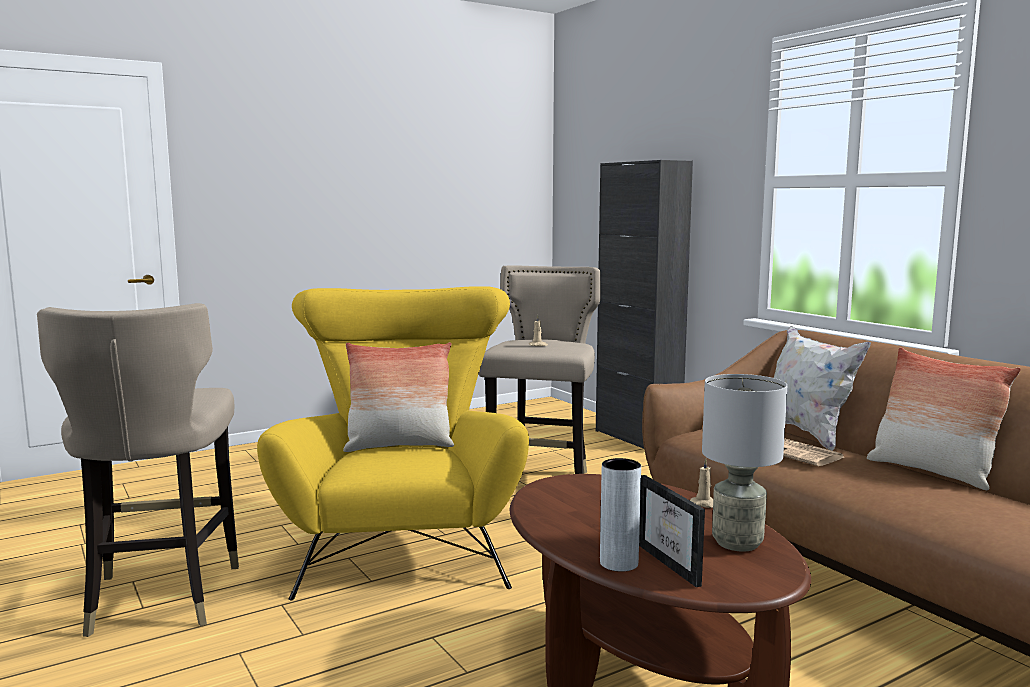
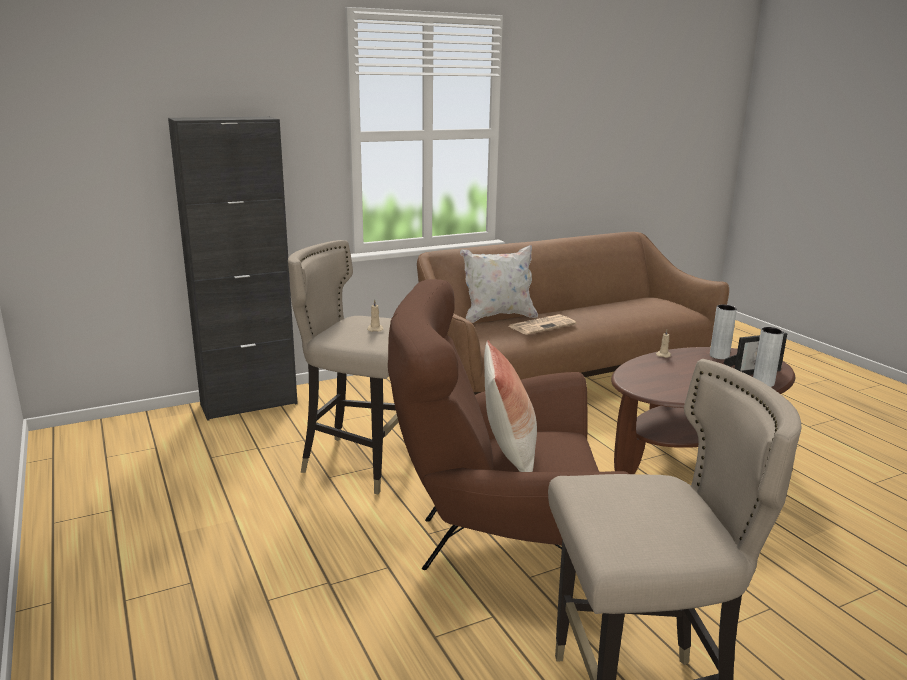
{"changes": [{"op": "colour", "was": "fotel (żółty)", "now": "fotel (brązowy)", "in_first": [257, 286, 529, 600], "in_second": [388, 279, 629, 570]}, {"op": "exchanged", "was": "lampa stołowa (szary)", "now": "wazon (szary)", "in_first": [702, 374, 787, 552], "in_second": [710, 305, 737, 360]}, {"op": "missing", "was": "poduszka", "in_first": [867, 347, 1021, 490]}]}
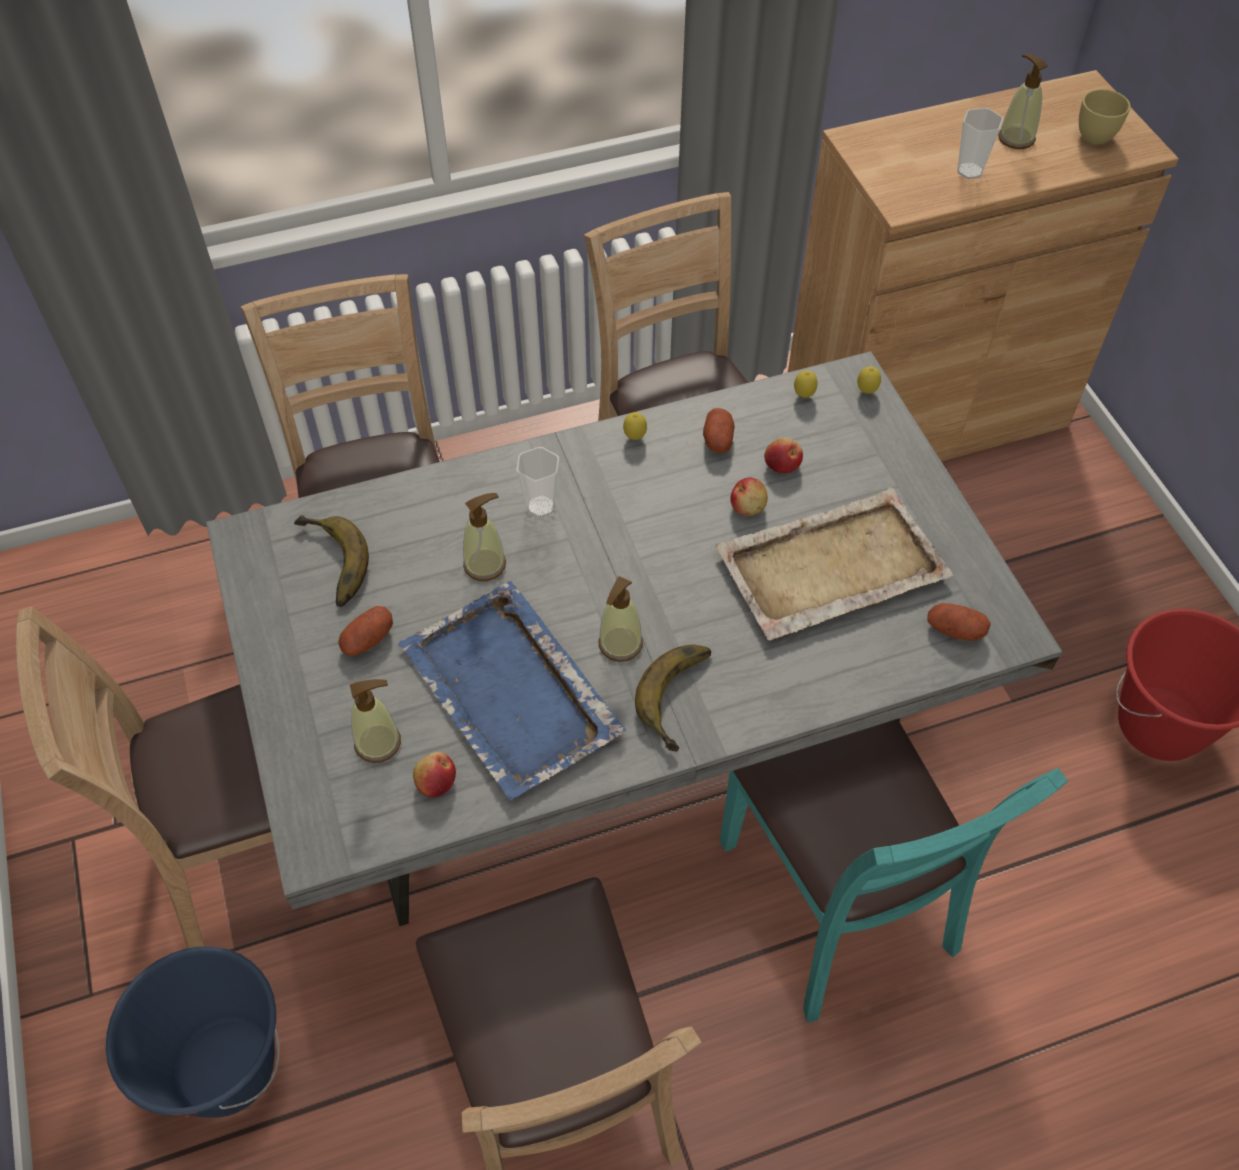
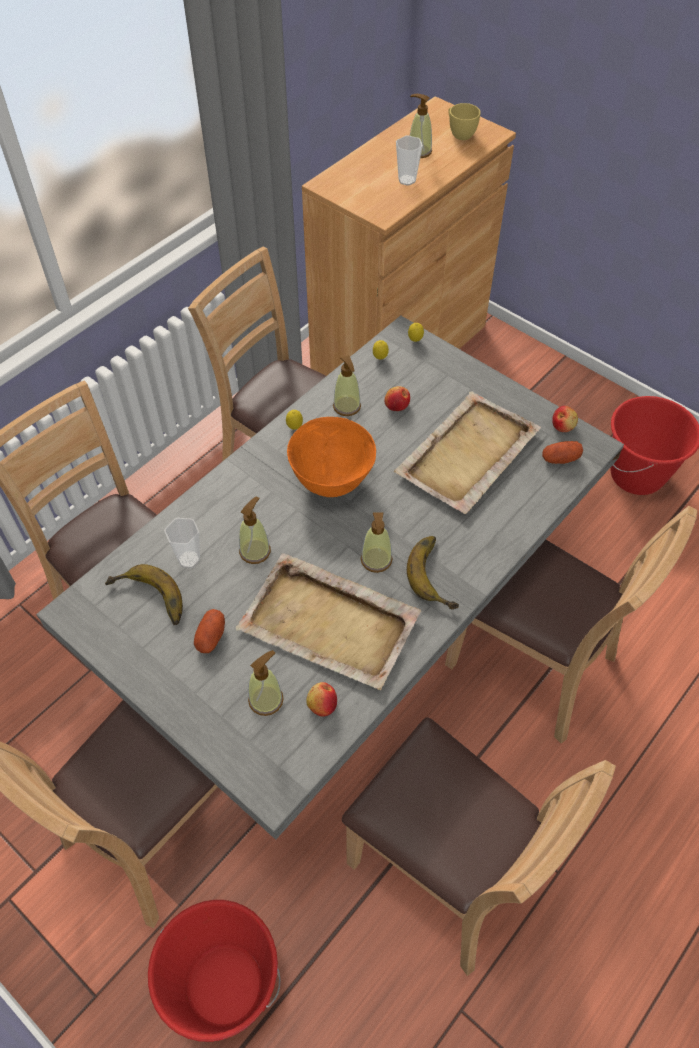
{"changes": [{"op": "colour", "was": "wiadro (niebieski)", "now": "wiadro (czerwony)", "in_first": [106, 946, 280, 1118], "in_second": [148, 900, 281, 1042]}, {"op": "colour", "was": "taca (niebieski)", "now": "taca (beżowy)", "in_first": [398, 581, 626, 800], "in_second": [236, 553, 421, 690]}, {"op": "relocated", "was": "filiżanka", "in_first": [516, 447, 559, 518], "in_second": [164, 518, 200, 568]}, {"op": "exchanged", "was": "ziemniak", "now": "dozownik mydła", "in_first": [703, 408, 735, 453], "in_second": [333, 355, 361, 416]}, {"op": "colour", "was": "krzesło (turkusowy)", "now": "krzesło (brązowy)", "in_first": [720, 719, 1068, 1022], "in_second": [445, 506, 698, 744]}, {"op": "relocated", "was": "jabłko", "in_first": [730, 478, 768, 516], "in_second": [552, 406, 578, 432]}, {"op": "appeared", "now": "miska (pomarańczowy)", "in_second": [287, 417, 376, 497]}]}
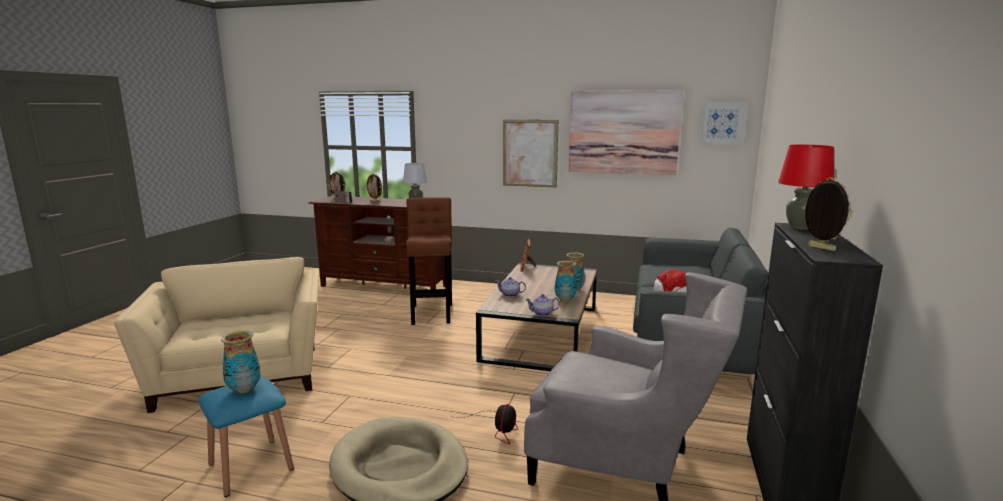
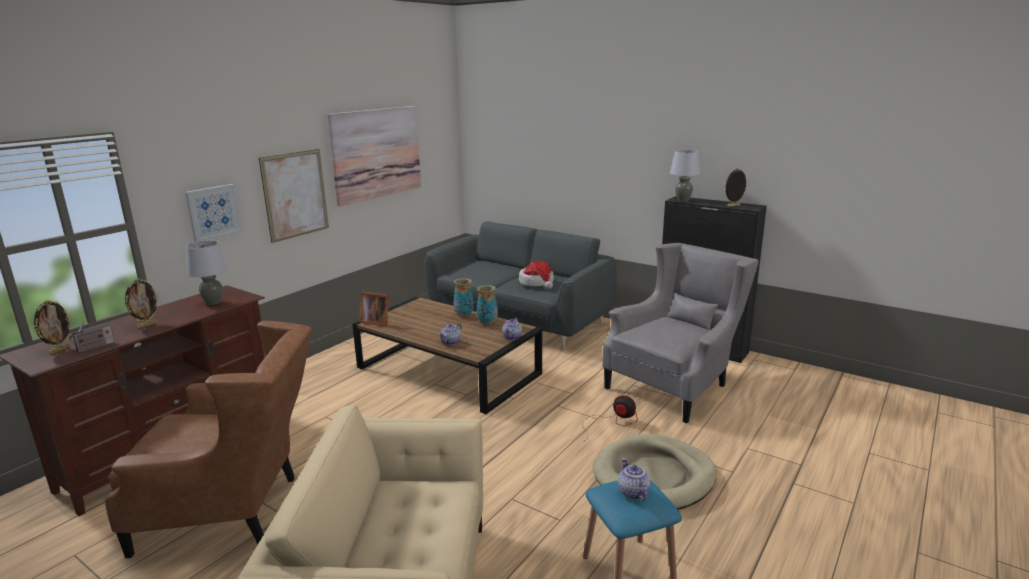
{"changes": [{"op": "exchanged", "was": "wazon", "now": "imbryk", "in_first": [221, 330, 260, 393], "in_second": [617, 458, 650, 501]}, {"op": "missing", "was": "stołek (brązowy)", "in_first": [406, 197, 452, 325]}, {"op": "relocated", "was": "obraz", "in_first": [700, 103, 746, 144], "in_second": [185, 184, 242, 242]}, {"op": "colour", "was": "lampa stołowa (czerwony)", "now": "lampa stołowa (szary)", "in_first": [778, 145, 834, 230], "in_second": [670, 150, 700, 201]}, {"op": "appeared", "now": "fotel (brązowy)", "in_second": [105, 321, 312, 558]}]}
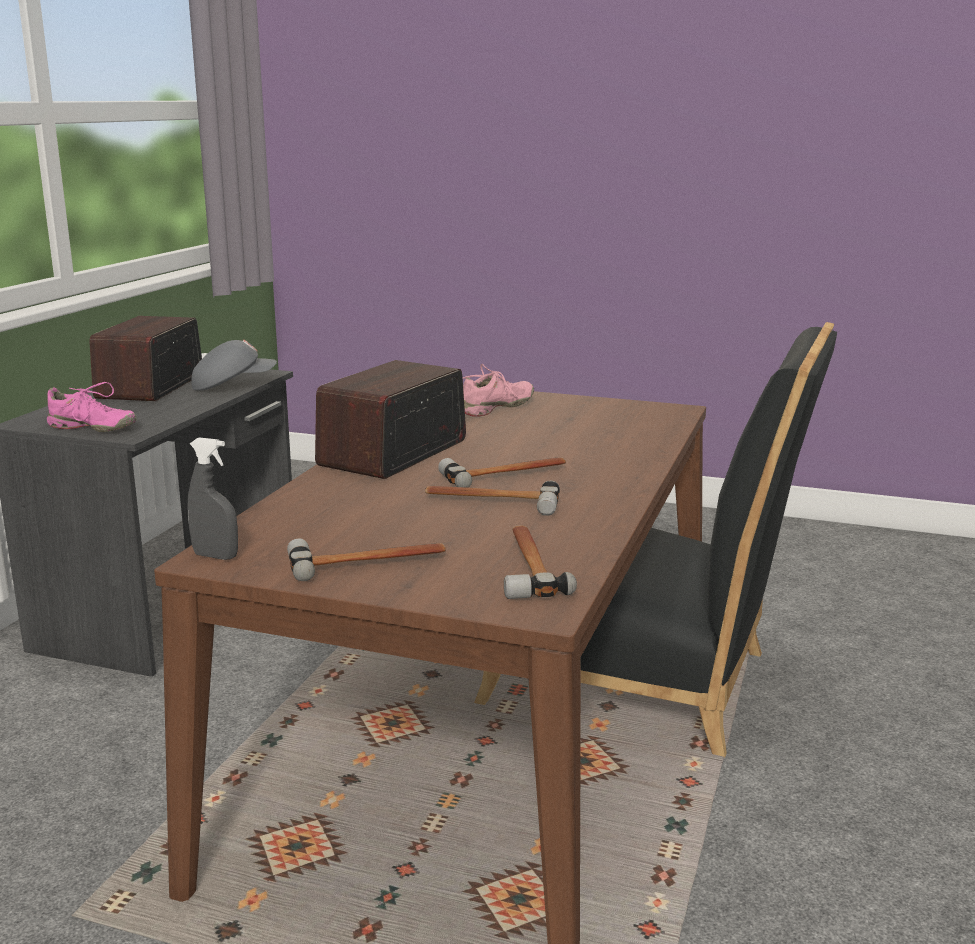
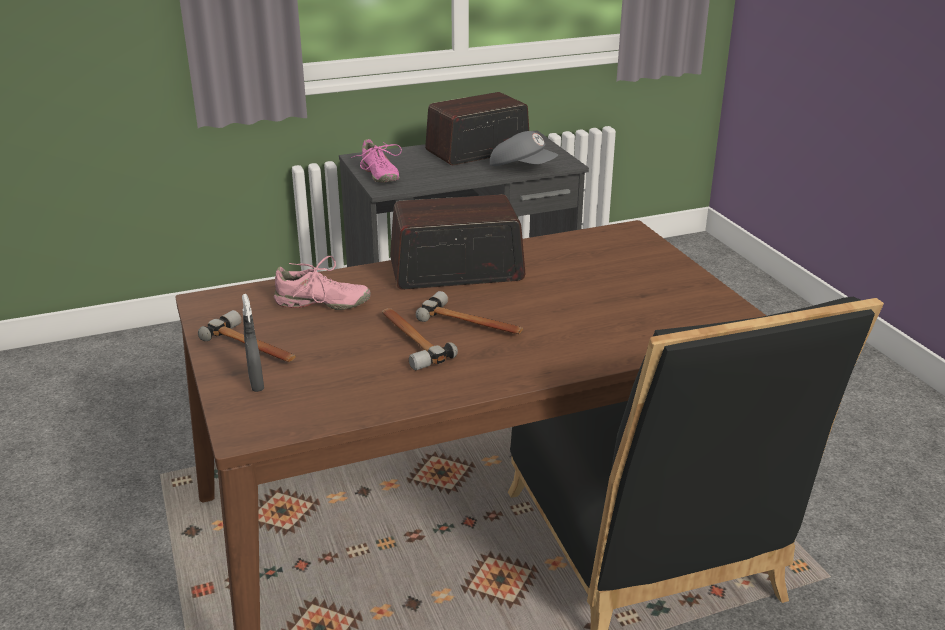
{"changes": [{"op": "relocated", "was": "spryskiwacz (szary)", "in_first": [187, 437, 238, 560], "in_second": [242, 294, 264, 392]}, {"op": "relocated", "was": "but (różowy)", "in_first": [463, 364, 534, 417], "in_second": [274, 256, 371, 310]}, {"op": "missing", "was": "młotek", "in_first": [504, 525, 577, 599]}]}
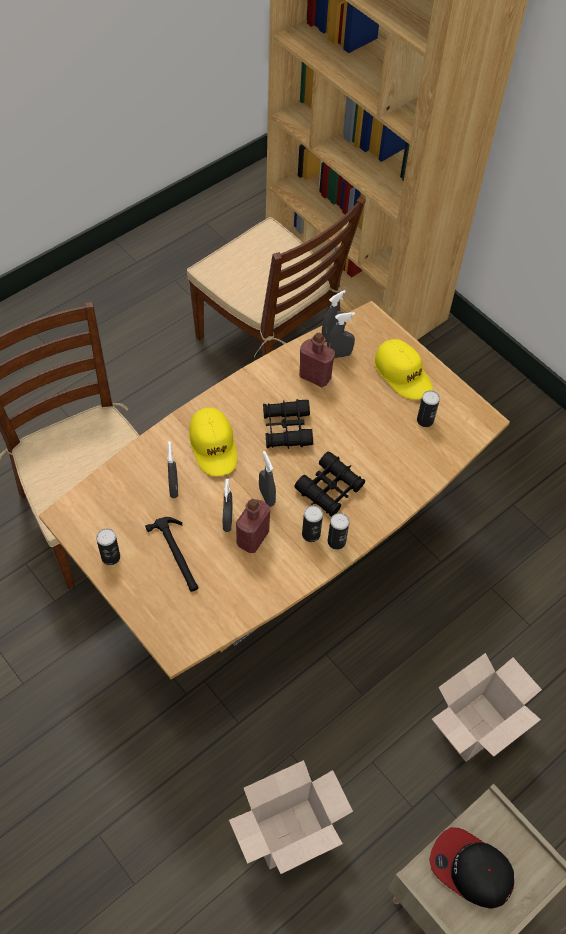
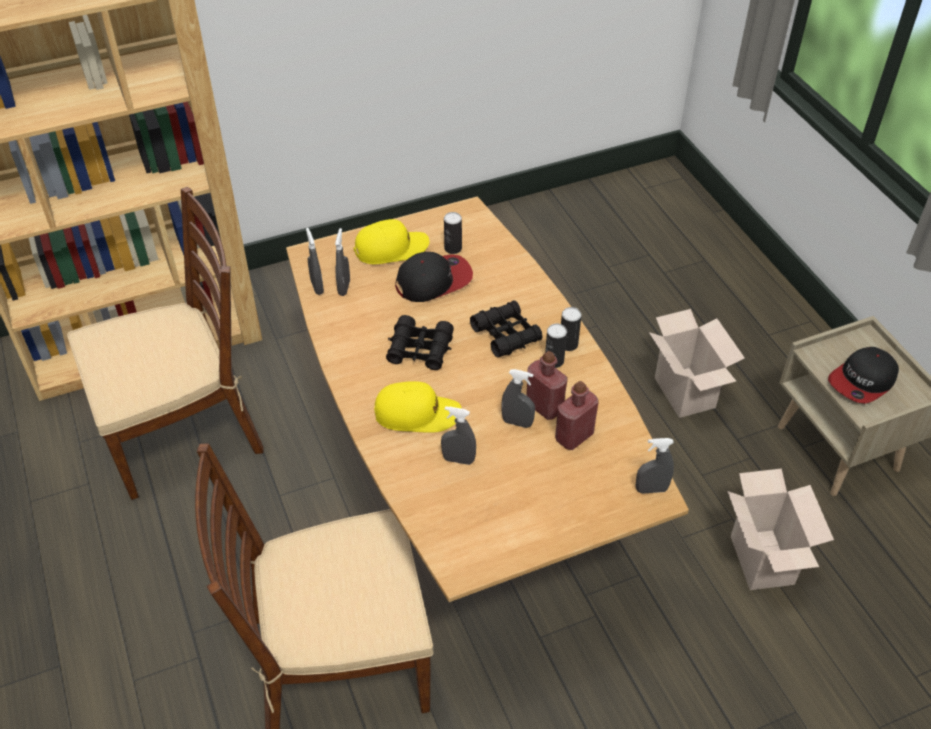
{"changes": [{"op": "missing", "was": "puszka", "in_first": [96, 529, 120, 565]}, {"op": "missing", "was": "młotek", "in_first": [145, 517, 199, 592]}, {"op": "relocated", "was": "spryskiwacz (szary)", "in_first": [259, 451, 276, 507], "in_second": [636, 438, 674, 494]}, {"op": "relocated", "was": "butelka (czerwony)", "in_first": [299, 333, 335, 387], "in_second": [555, 381, 598, 450]}, {"op": "appeared", "now": "czapka z daszkiem", "in_second": [395, 252, 473, 302]}]}
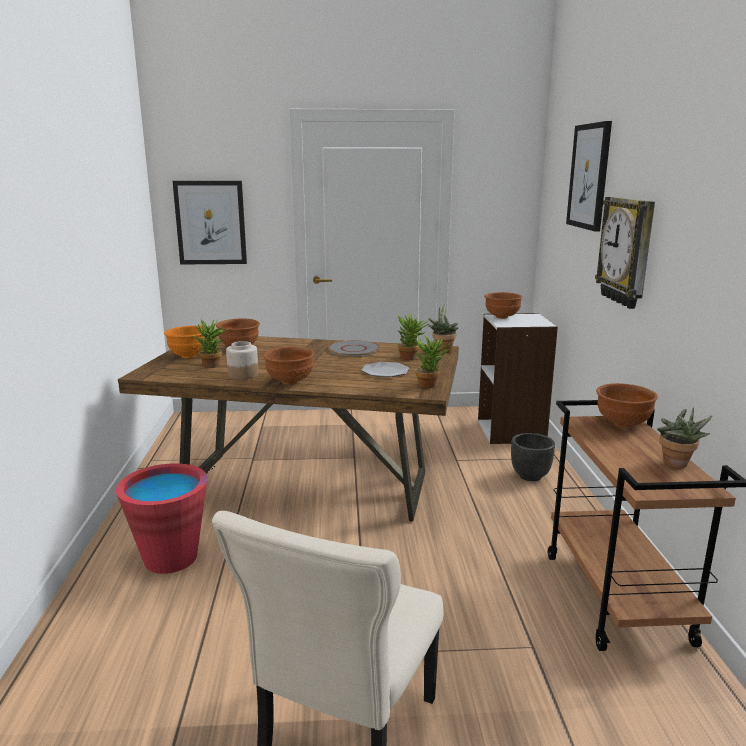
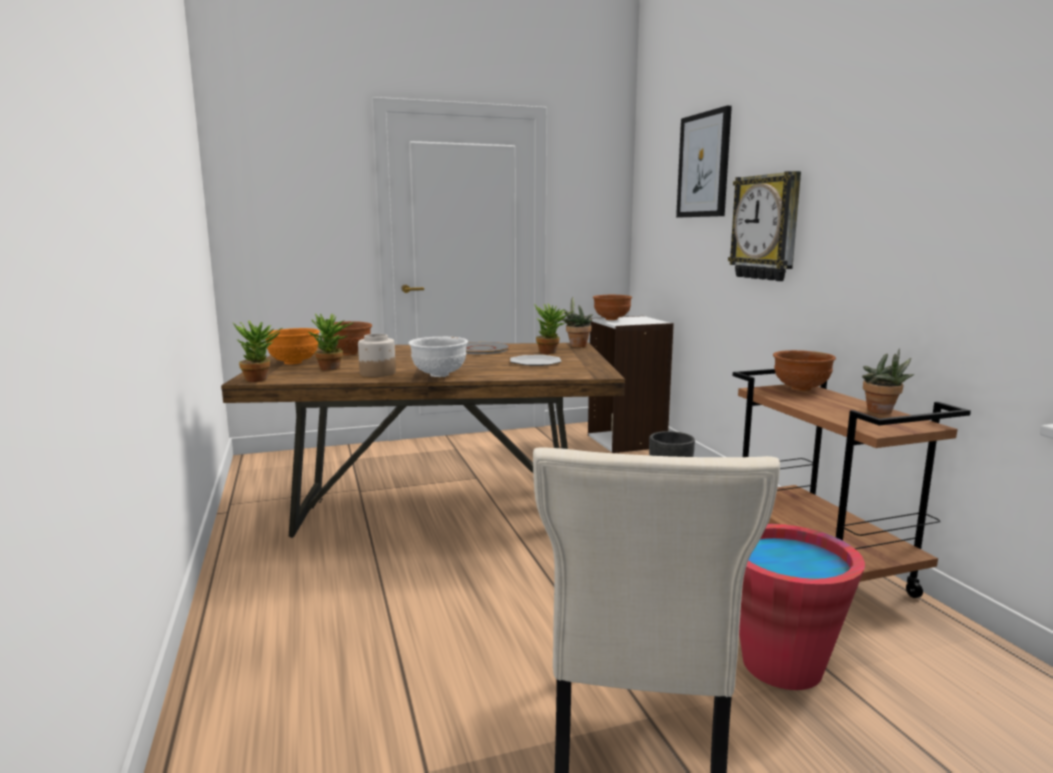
{"changes": [{"op": "relocated", "was": "wiadro (czerwony)", "in_first": [116, 463, 207, 574], "in_second": [739, 524, 865, 690]}, {"op": "missing", "was": "obraz", "in_first": [173, 181, 247, 264]}, {"op": "colour", "was": "miska (brązowy)", "now": "miska (biały)", "in_first": [263, 346, 315, 385], "in_second": [409, 337, 468, 377]}, {"op": "relocated", "was": "roślina doniczkowa", "in_first": [415, 335, 452, 388], "in_second": [232, 321, 282, 382]}]}
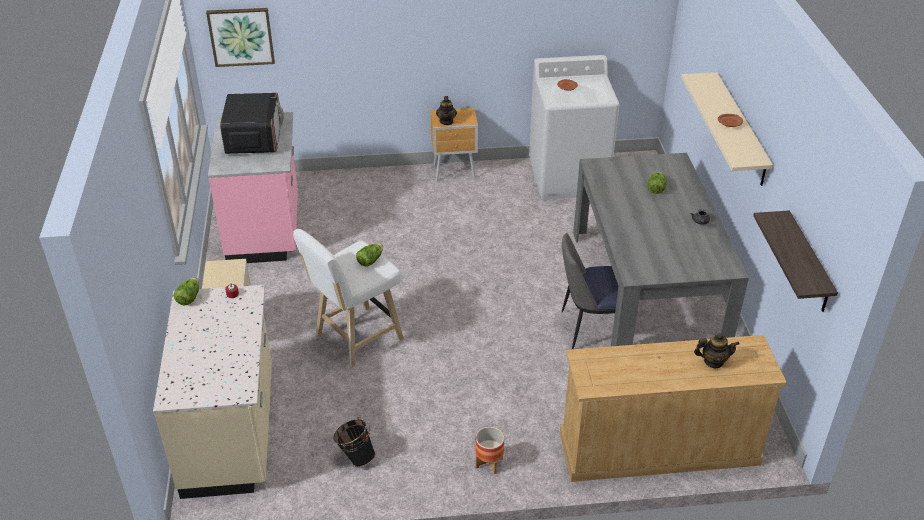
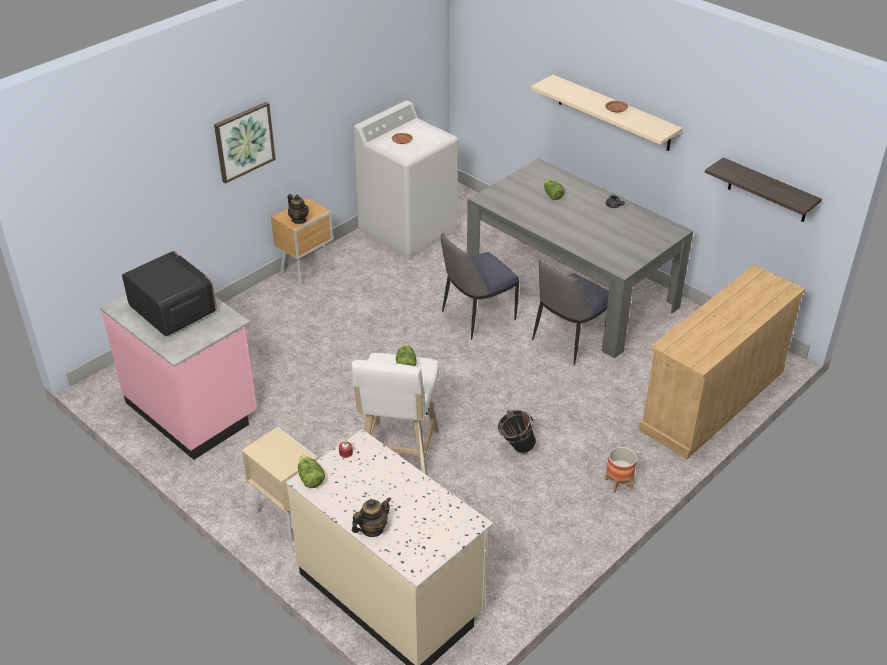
{"changes": [{"op": "relocated", "was": "obraz", "in_first": [206, 8, 275, 67], "in_second": [214, 102, 276, 184]}, {"op": "relocated", "was": "wiadro (czarny)", "in_first": [333, 417, 375, 467], "in_second": [498, 410, 536, 453]}, {"op": "relocated", "was": "imbryk", "in_first": [694, 333, 740, 368], "in_second": [352, 497, 391, 537]}, {"op": "appeared", "now": "krzesło", "in_second": [441, 232, 519, 340]}]}
